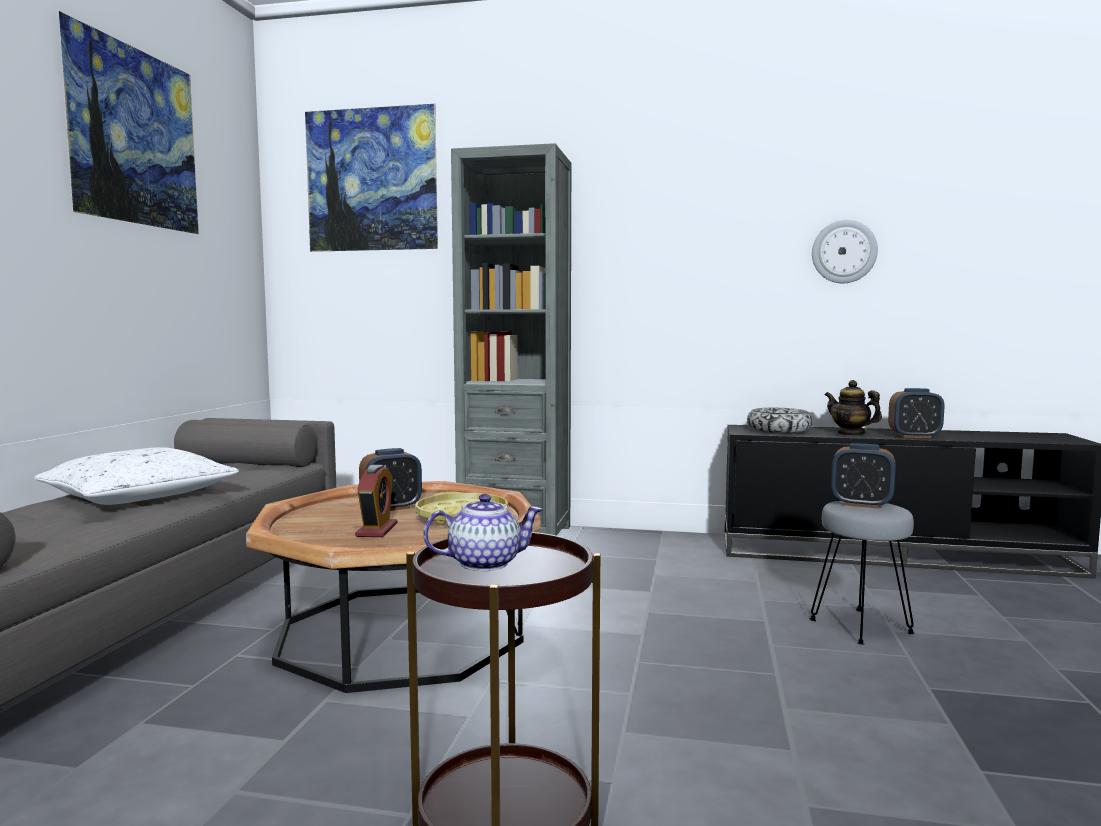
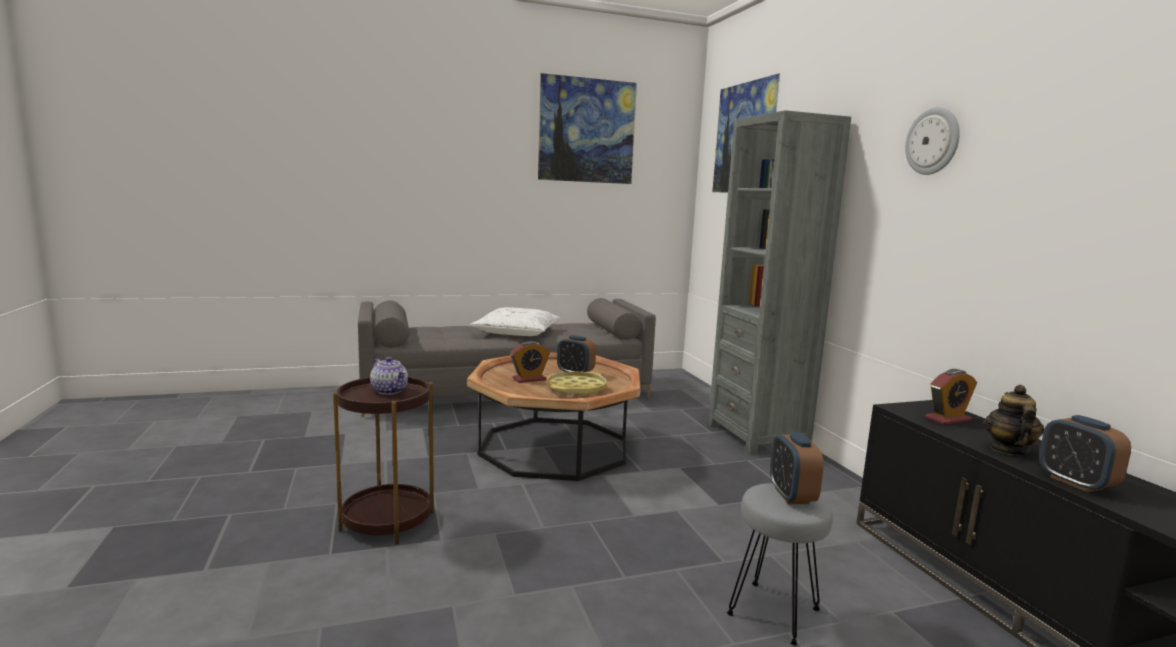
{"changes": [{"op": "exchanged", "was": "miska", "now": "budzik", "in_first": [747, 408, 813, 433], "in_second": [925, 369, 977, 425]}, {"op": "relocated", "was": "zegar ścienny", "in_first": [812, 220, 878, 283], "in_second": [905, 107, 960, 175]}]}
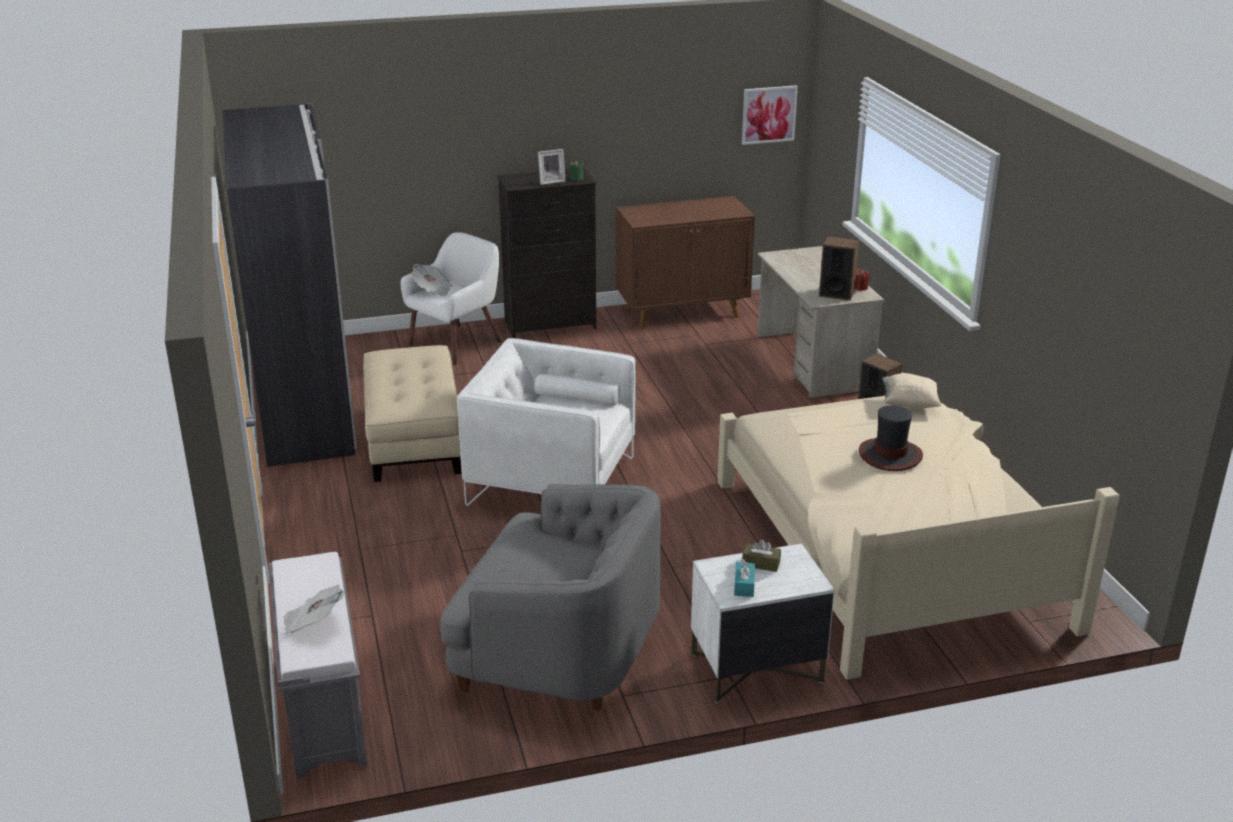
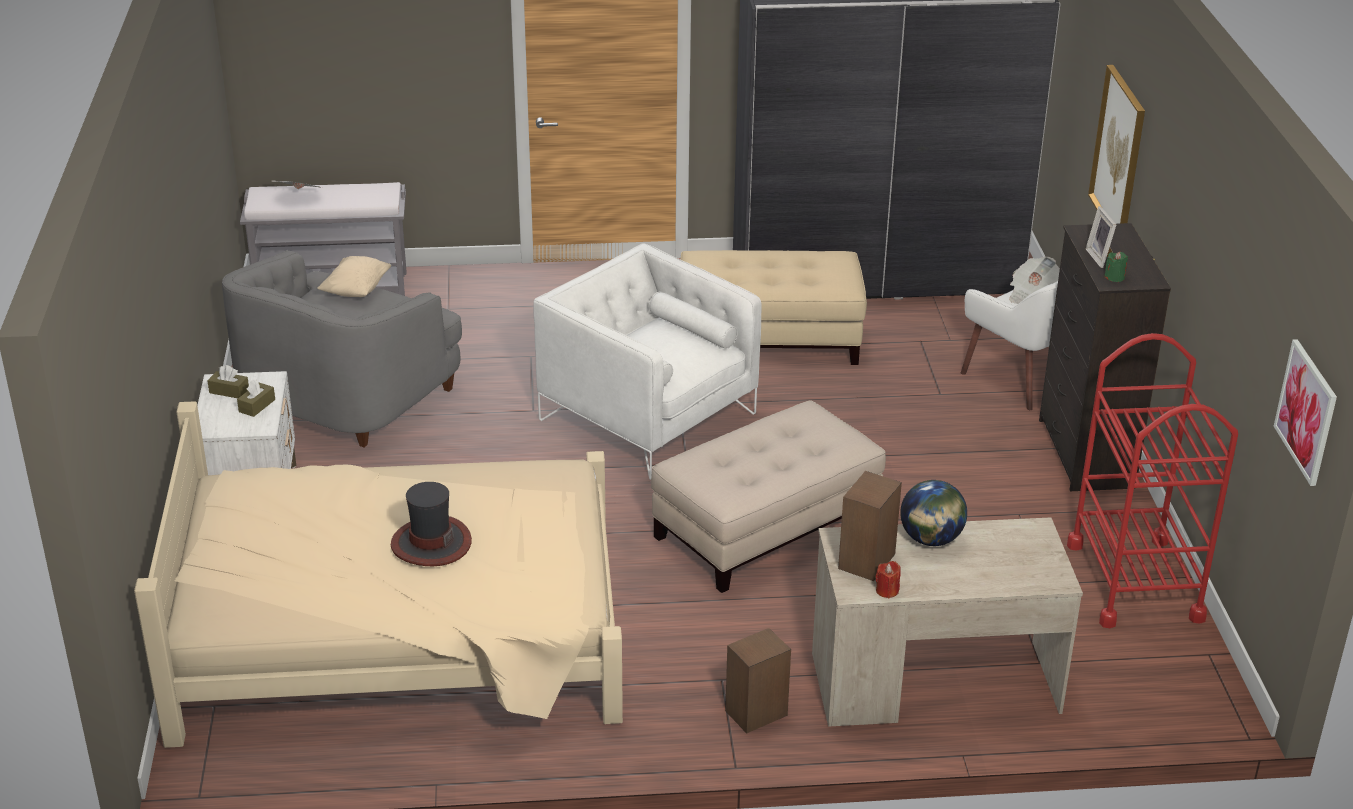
{"changes": [{"op": "spun", "was": "fotel (biały)", "in_first": [457, 338, 636, 506], "in_second": [533, 243, 761, 480], "clockwise": -75}, {"op": "exchanged", "was": "szafka (brązowy)", "now": "wózek (czerwony)", "in_first": [616, 196, 755, 329], "in_second": [1067, 333, 1238, 628]}, {"op": "colour", "was": "pudełko chusteczek (turkusowy)", "now": "pudełko chusteczek (brązowy)", "in_first": [734, 559, 755, 597], "in_second": [207, 365, 249, 398]}, {"op": "relocated", "was": "poduszka (beżowy)", "in_first": [882, 373, 942, 408], "in_second": [317, 256, 391, 297]}, {"op": "appeared", "now": "pufa (beżowy)", "in_second": [651, 401, 886, 593]}, {"op": "appeared", "now": "globus", "in_second": [900, 480, 967, 546]}, {"op": "appeared", "now": "obraz", "in_second": [1088, 65, 1145, 224]}]}
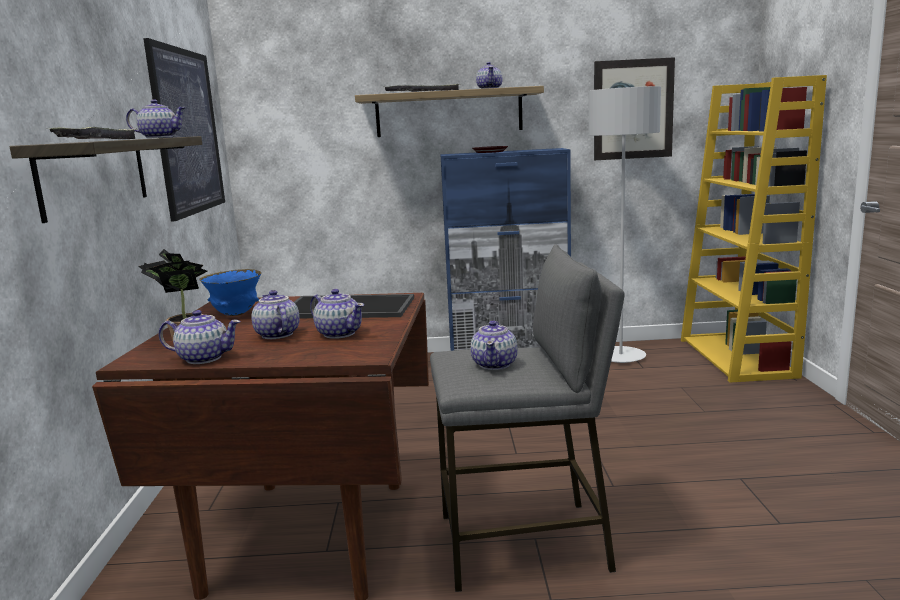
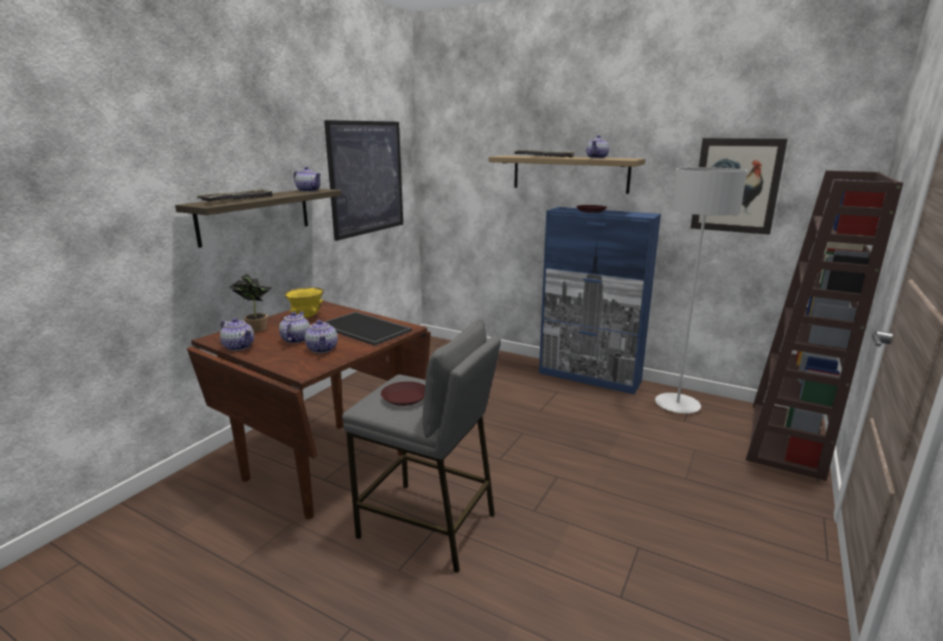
{"changes": [{"op": "colour", "was": "miska (niebieski)", "now": "miska (żółty)", "in_first": [199, 269, 261, 316], "in_second": [285, 287, 324, 318]}, {"op": "exchanged", "was": "imbryk", "now": "talerz (brązowy)", "in_first": [471, 320, 518, 370], "in_second": [381, 381, 425, 406]}, {"op": "colour", "was": "regał (żółty)", "now": "regał (brązowy)", "in_first": [681, 75, 827, 383], "in_second": [746, 170, 903, 481]}]}
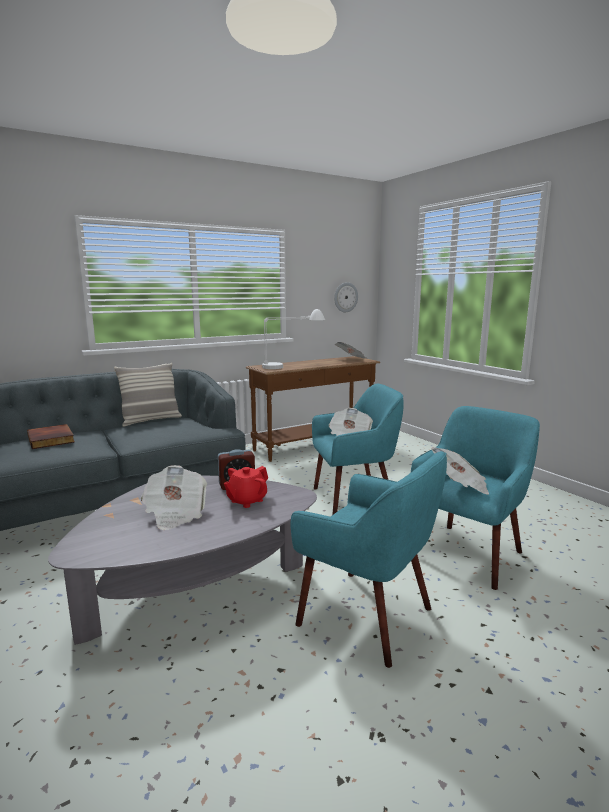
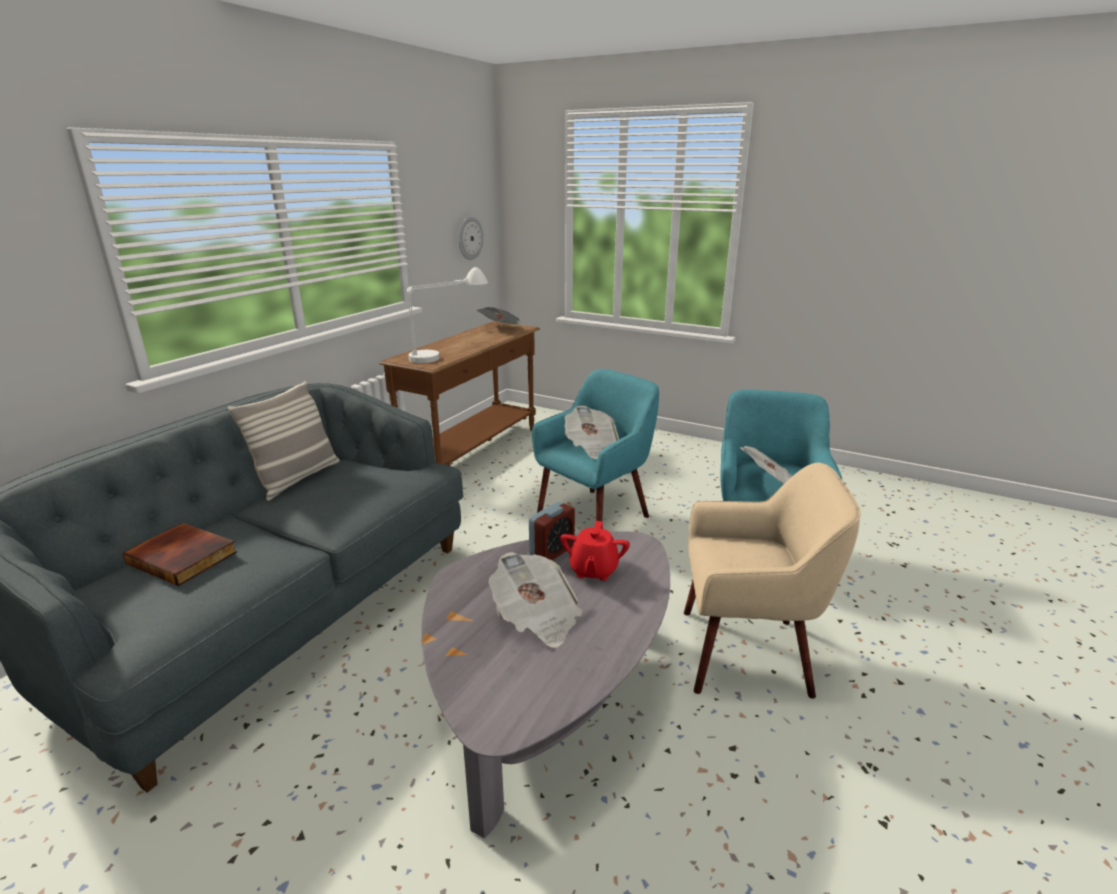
{"changes": [{"op": "colour", "was": "fotel (turkusowy)", "now": "fotel (beżowy)", "in_first": [290, 451, 447, 668], "in_second": [684, 463, 860, 699]}]}
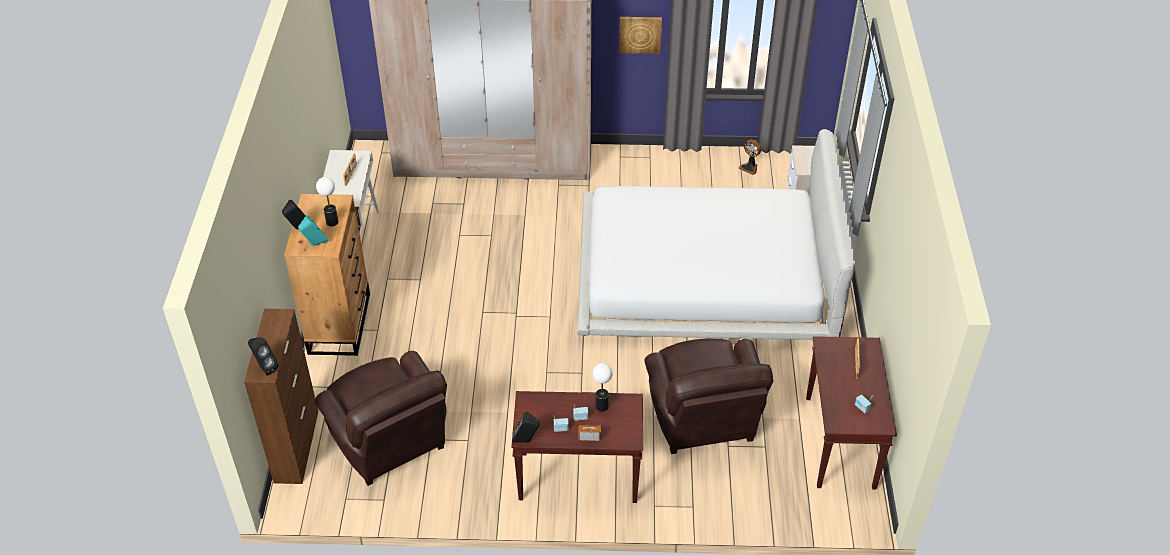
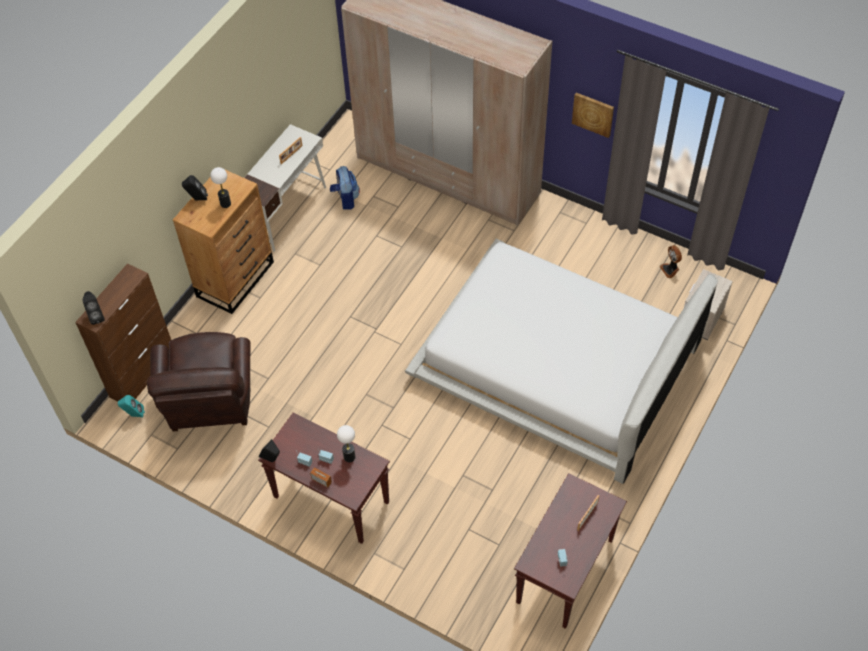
{"changes": [{"op": "relocated", "was": "głośnik (turkusowy)", "in_first": [298, 216, 328, 246], "in_second": [118, 395, 145, 417]}, {"op": "missing", "was": "fotel (brązowy)", "in_first": [644, 338, 773, 454]}, {"op": "appeared", "now": "plecak", "in_second": [330, 166, 360, 210]}]}
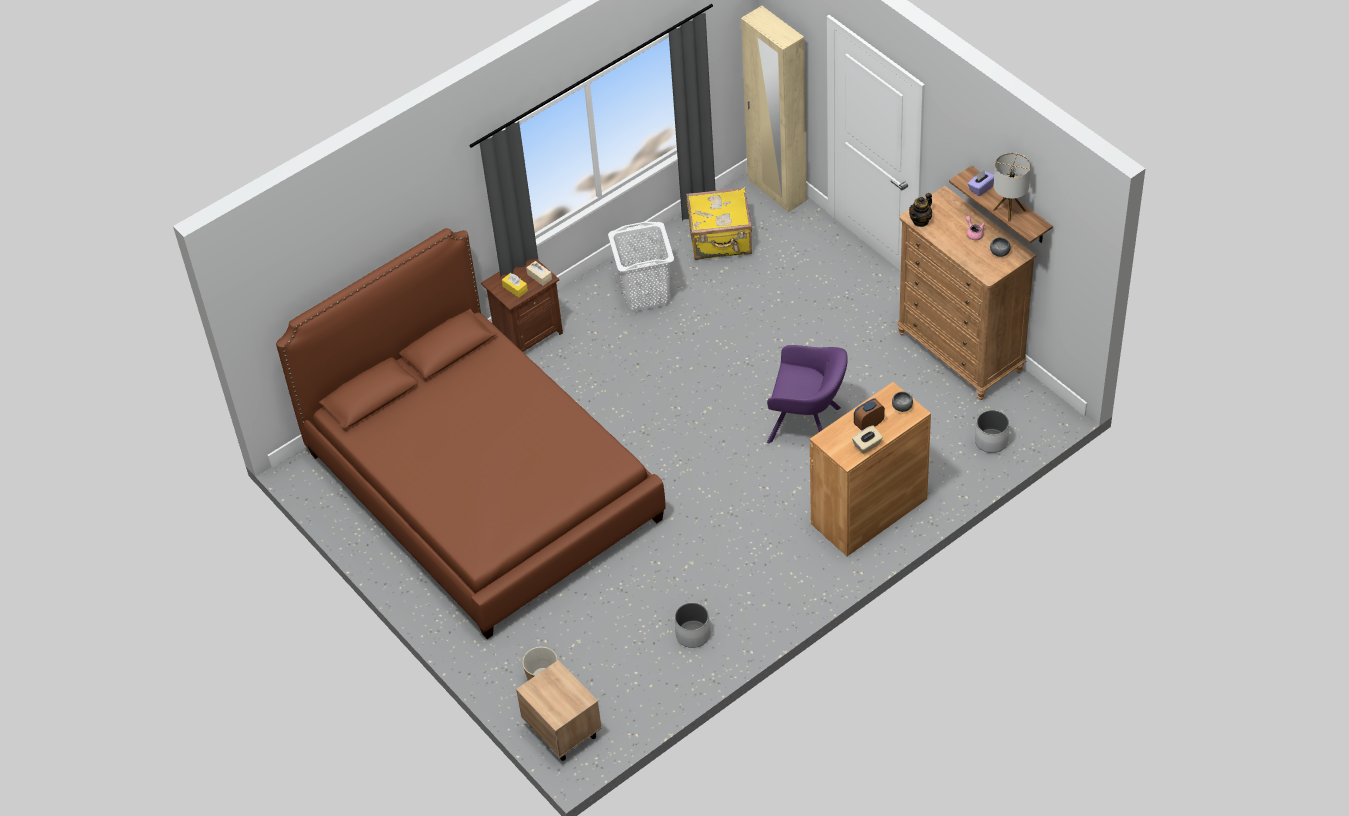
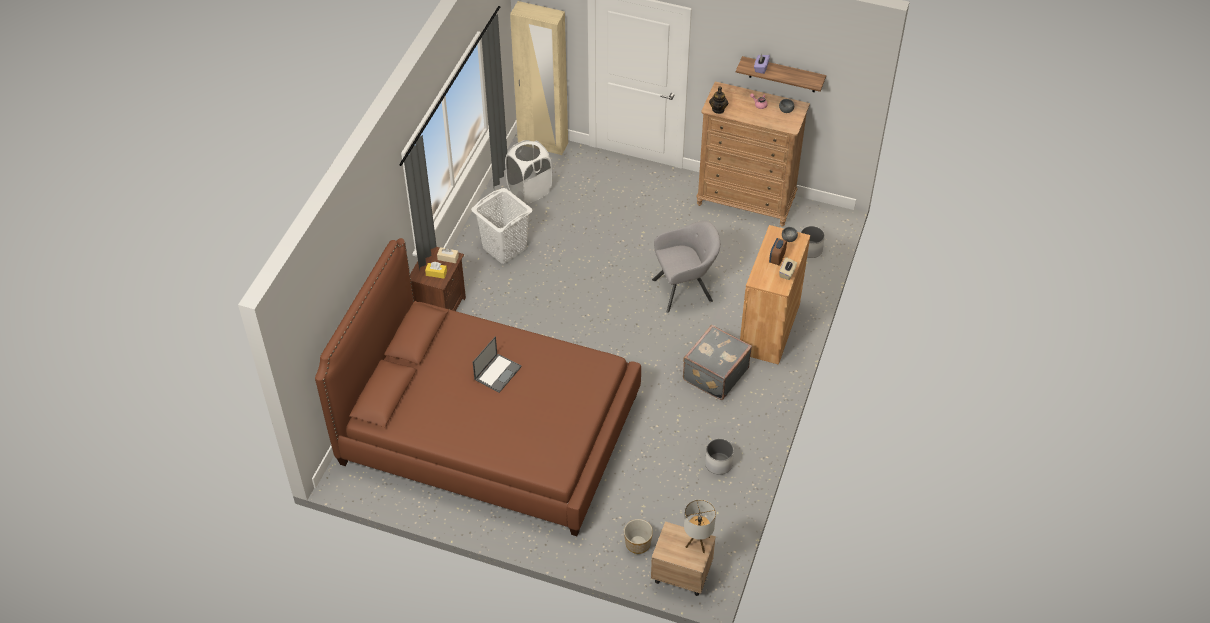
{"changes": [{"op": "exchanged", "was": "walizka (żółty)", "now": "kosz na pranie (biały)", "in_first": [686, 187, 752, 260], "in_second": [505, 140, 552, 204]}, {"op": "colour", "was": "fotel (fioletowy)", "now": "fotel (szary)", "in_first": [767, 345, 848, 443], "in_second": [652, 221, 720, 313]}, {"op": "relocated", "was": "lampa stołowa", "in_first": [993, 153, 1031, 222], "in_second": [684, 499, 716, 553]}, {"op": "appeared", "now": "laptop", "in_second": [473, 336, 522, 393]}, {"op": "appeared", "now": "walizka (szary)", "in_second": [683, 325, 752, 400]}]}
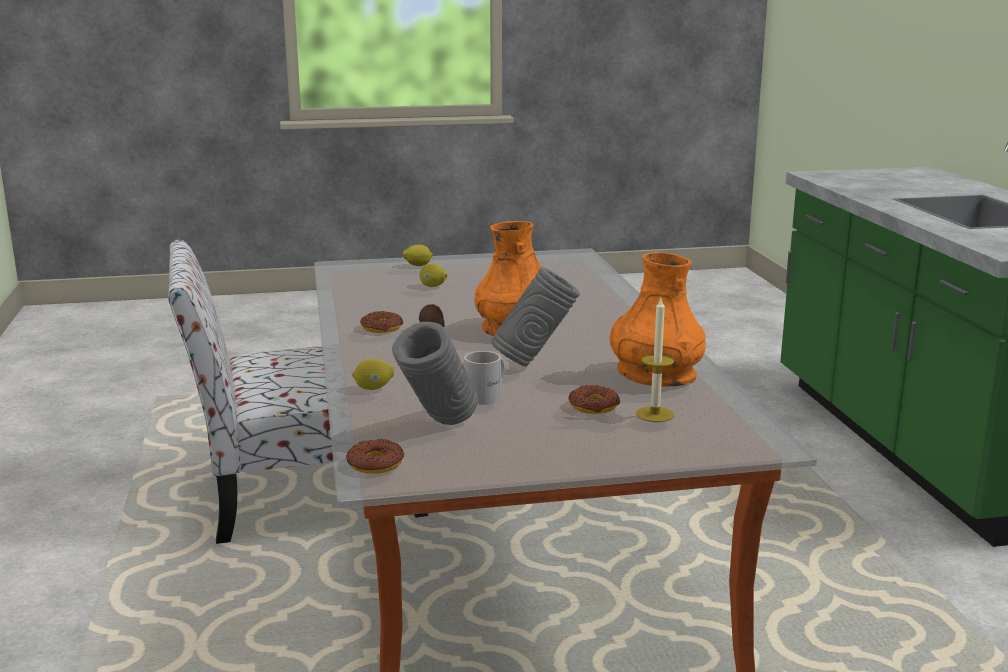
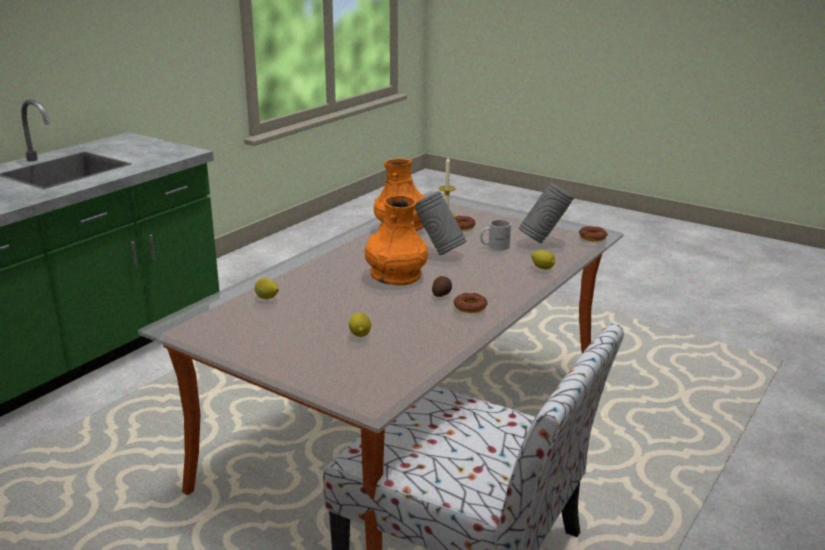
{"changes": [{"op": "relocated", "was": "cytryna", "in_first": [403, 244, 433, 266], "in_second": [255, 278, 279, 299]}]}
